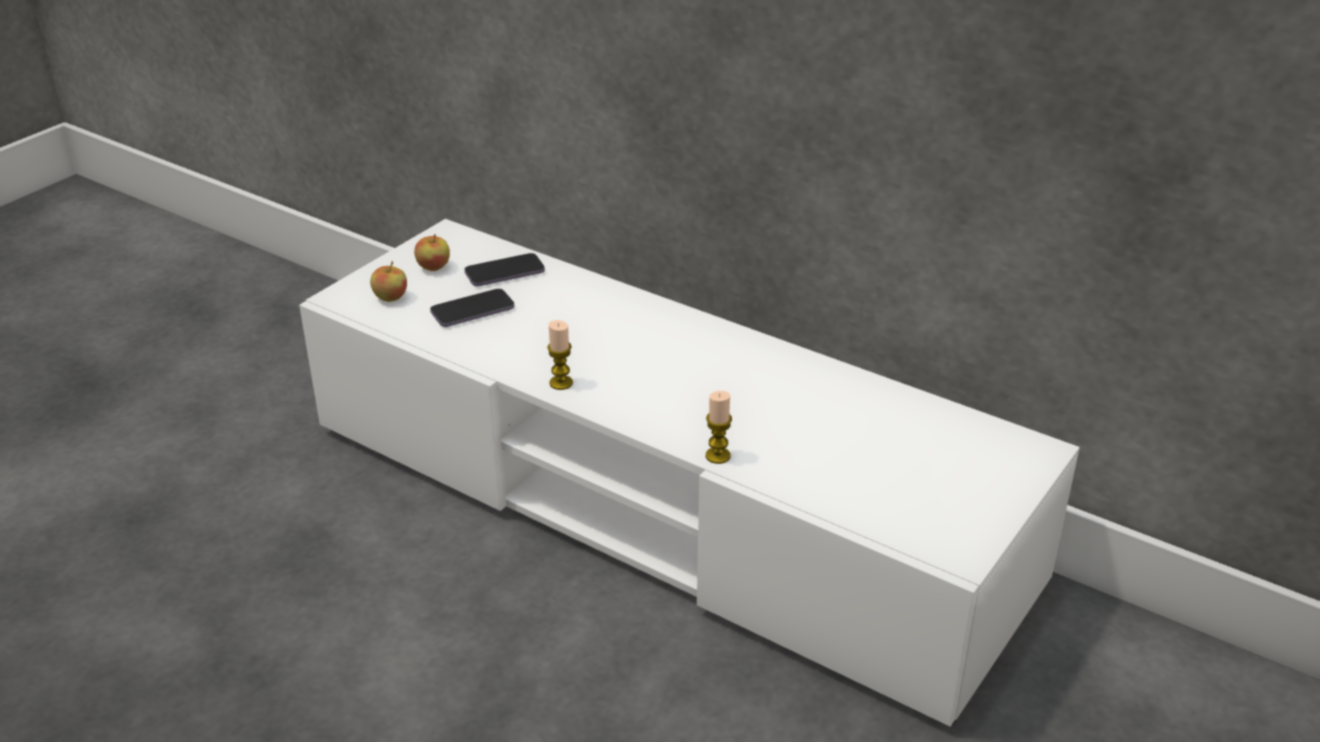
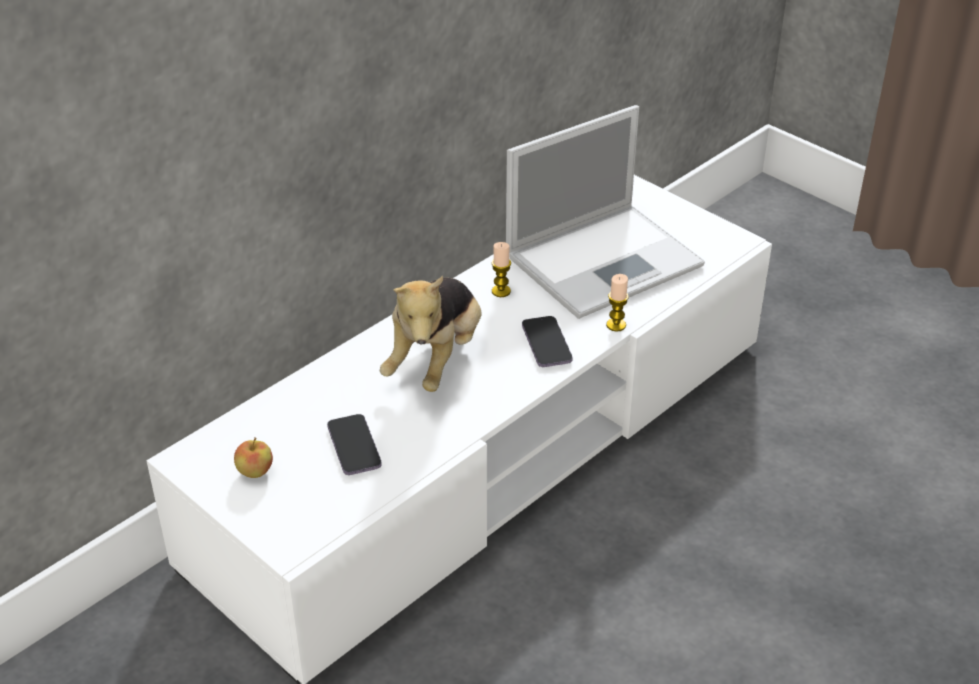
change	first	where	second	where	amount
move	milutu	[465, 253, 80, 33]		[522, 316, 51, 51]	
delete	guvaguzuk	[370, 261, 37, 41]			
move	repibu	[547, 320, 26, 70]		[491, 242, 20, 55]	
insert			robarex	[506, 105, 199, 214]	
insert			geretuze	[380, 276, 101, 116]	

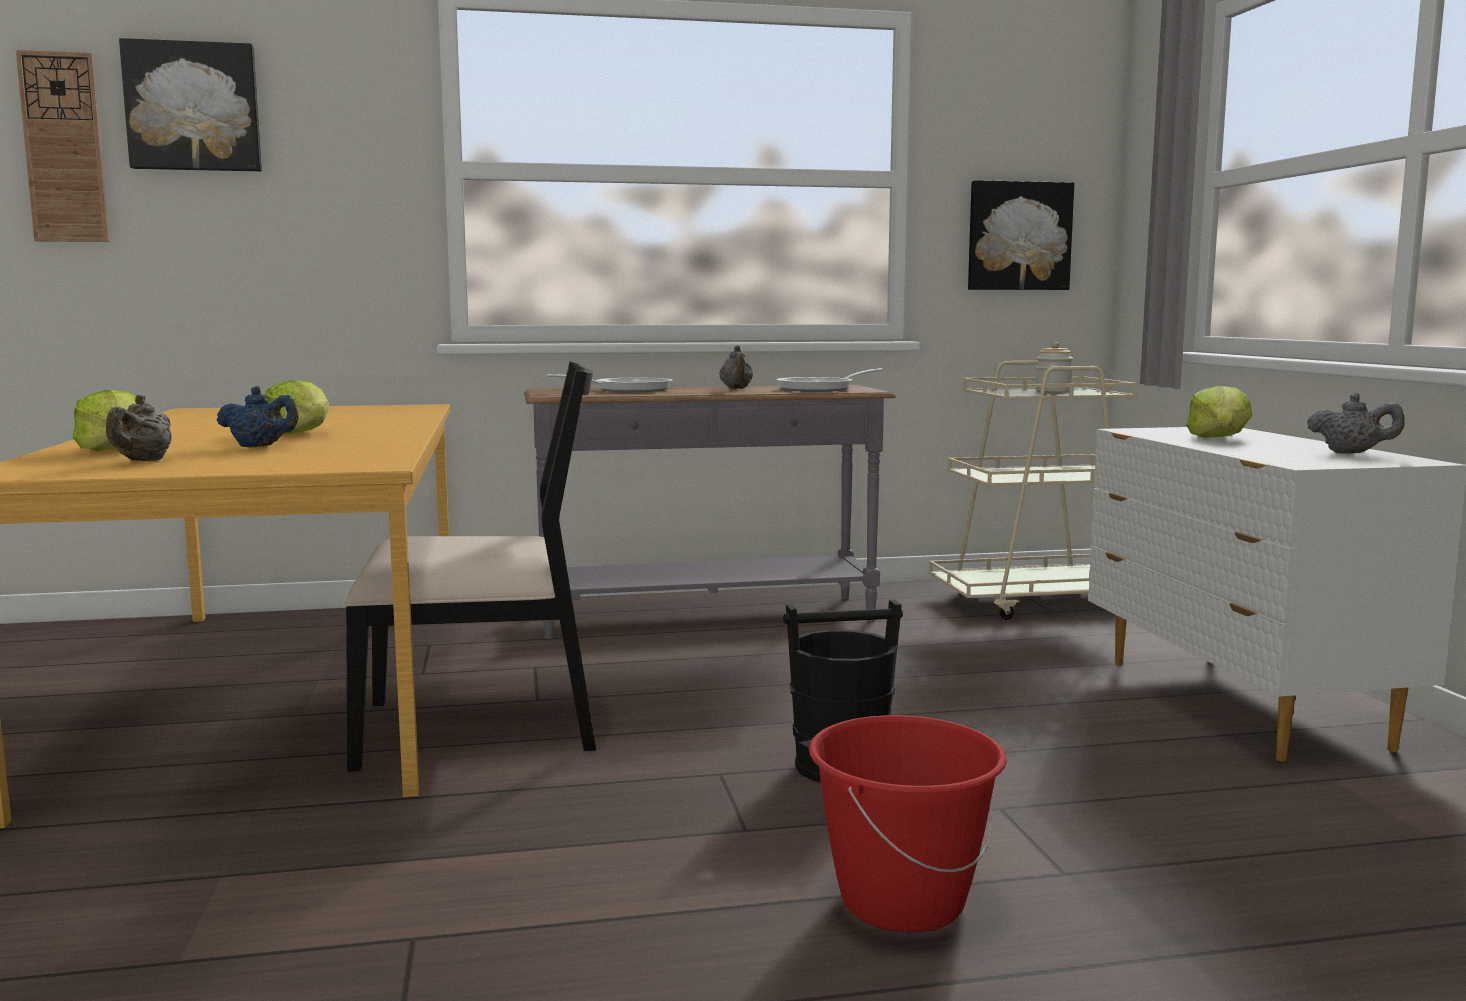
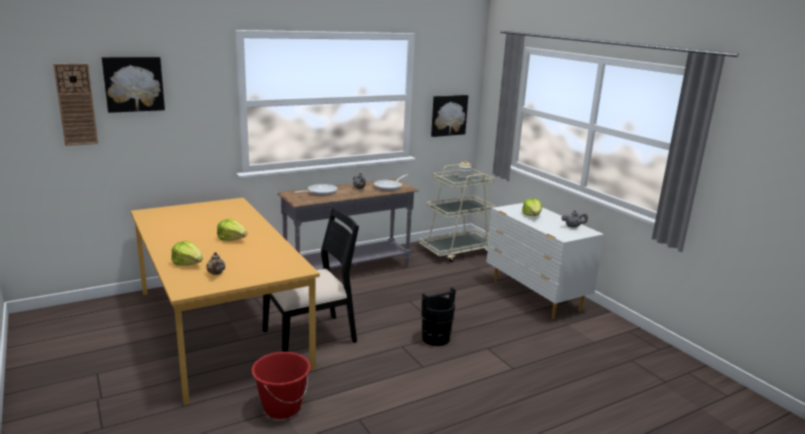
change	first	where	second	where	amount
delete	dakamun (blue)	[217, 386, 82, 61]			
move	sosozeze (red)	[809, 715, 198, 218]		[252, 352, 59, 67]	

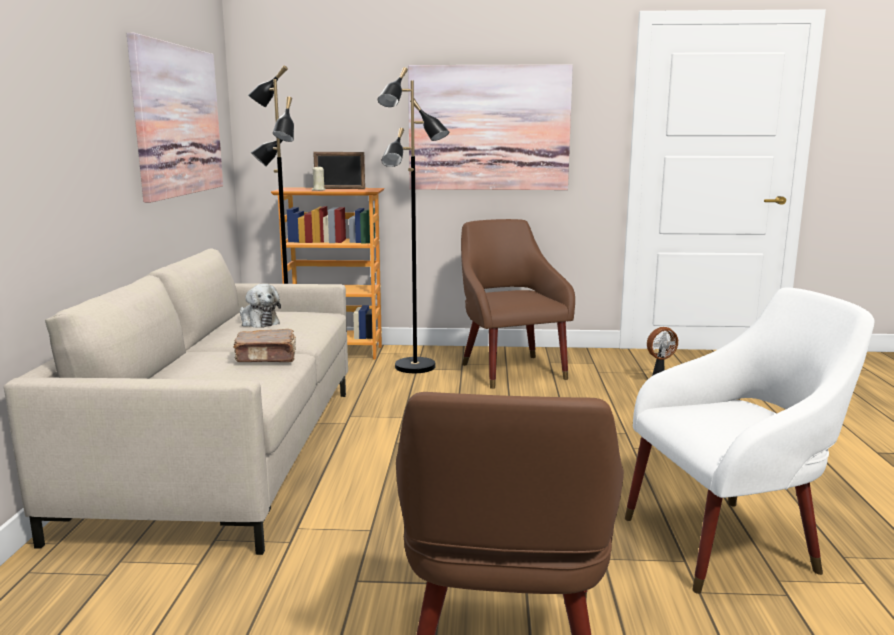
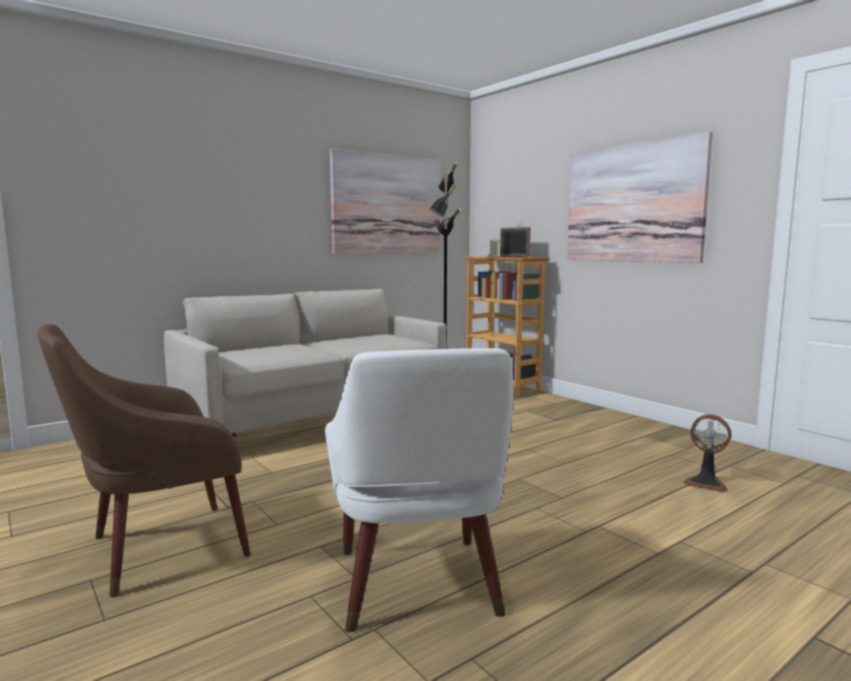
change	first	where	second	where	amount
delete	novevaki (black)	[378, 67, 71, 306]			
delete	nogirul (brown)	[461, 219, 114, 170]			
delete	geretuze	[240, 284, 41, 44]			
rotate	nogirul (white)	[625, 287, 250, 307]		[325, 348, 188, 284]	45 degrees clockwise
delete	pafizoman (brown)	[233, 329, 63, 33]			

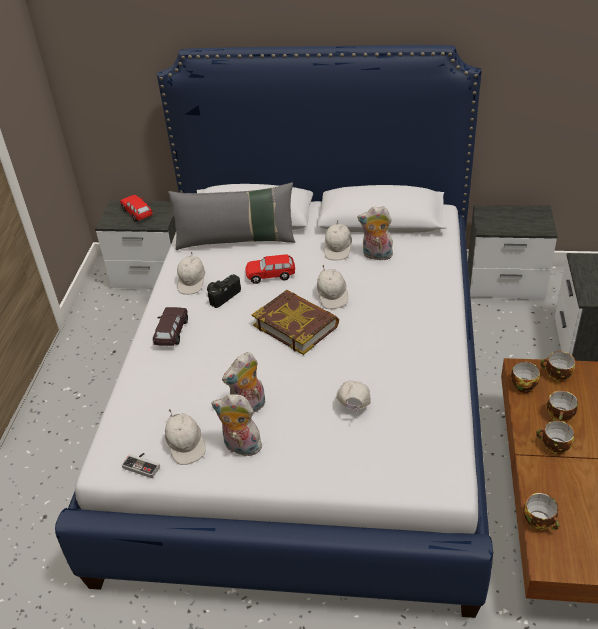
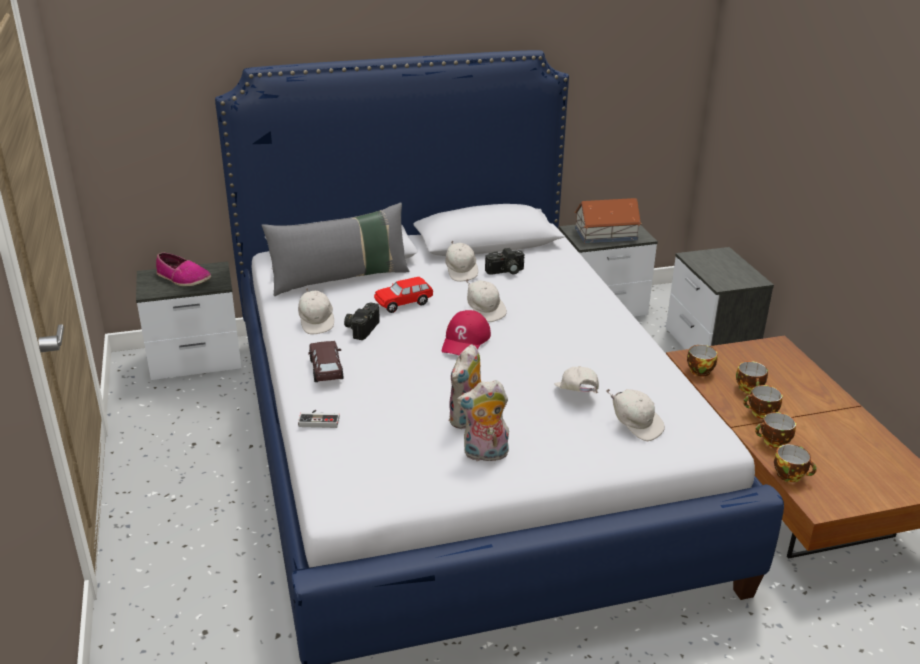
change	first	where	second	where	amount
replace	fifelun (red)	[120, 195, 33, 27]	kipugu	[156, 253, 55, 33]	
replace	geretuze	[357, 206, 36, 54]	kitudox	[485, 248, 39, 27]	
replace	pafizoman	[252, 290, 87, 65]	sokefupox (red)	[442, 310, 49, 45]	
move	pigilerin	[540, 351, 36, 31]		[755, 412, 41, 36]	
move	sokefupox (white)	[165, 409, 41, 56]		[606, 389, 59, 52]	
move	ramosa	[122, 453, 38, 25]		[298, 409, 42, 19]	
insert			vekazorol	[574, 198, 68, 45]	

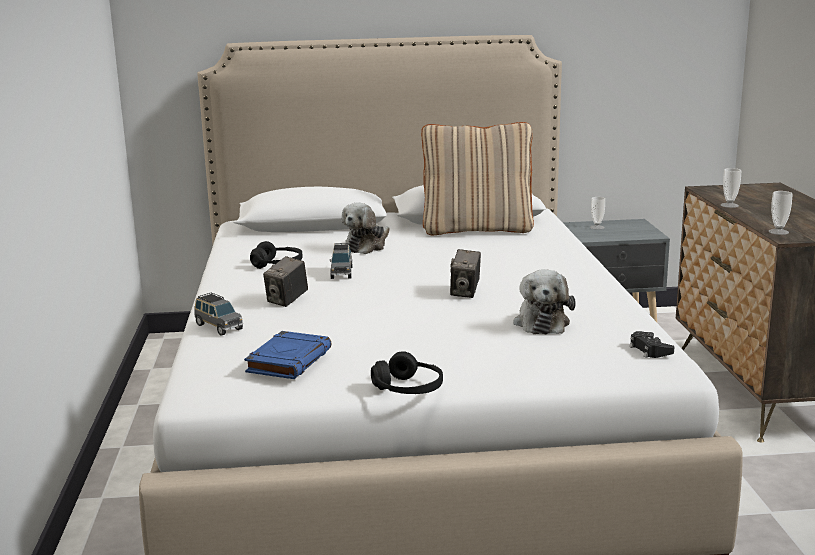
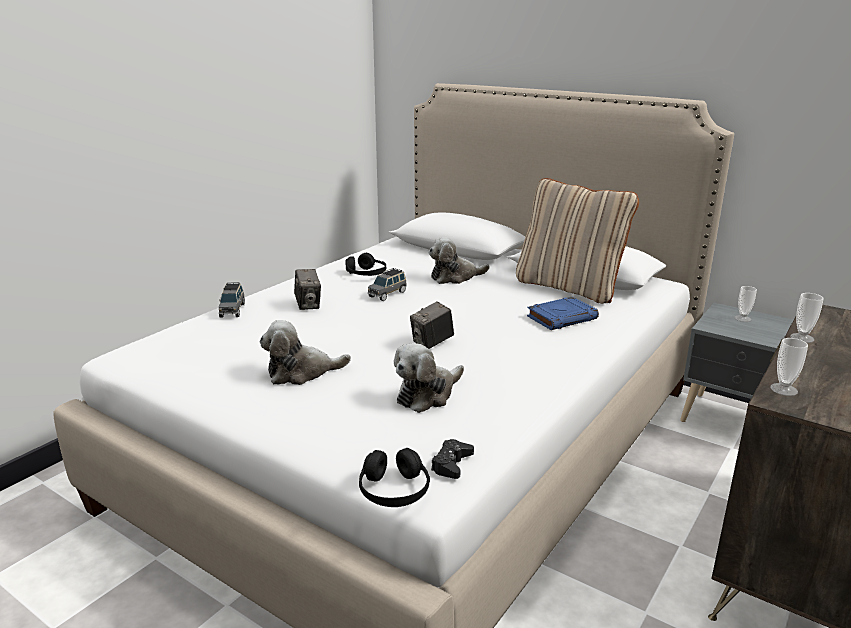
change	first	where	second	where	amount
rotate	kitudox	[263, 256, 45, 51]		[294, 269, 27, 41]	90 degrees counterclockwise
move	pafizoman (blue)	[244, 331, 88, 48]		[527, 297, 72, 33]	
move	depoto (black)	[371, 351, 72, 43]		[359, 448, 71, 59]	
insert			geretuze	[260, 320, 91, 65]	

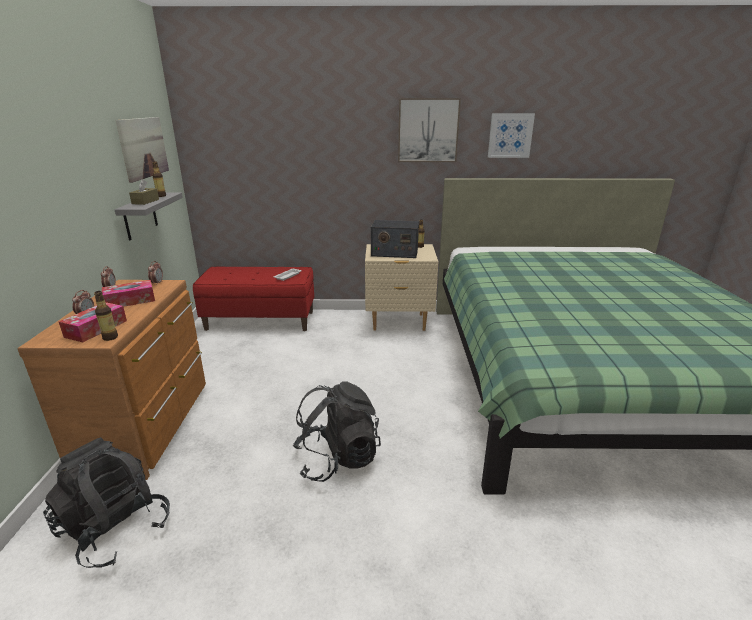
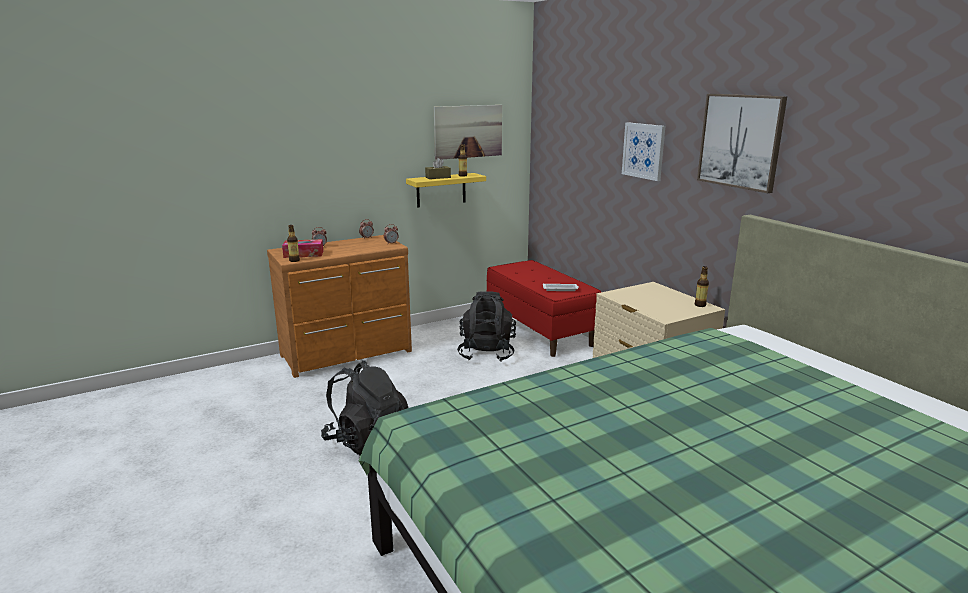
change	first	where	second	where	amount
move	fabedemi	[488, 113, 47, 45]		[622, 122, 43, 59]	
recolor	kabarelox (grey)	[115, 192, 68, 49]	kabarelox (yellow)	[406, 173, 80, 34]	
delete	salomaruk	[371, 220, 48, 38]			
delete	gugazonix	[102, 280, 53, 27]			
move	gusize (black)	[43, 437, 127, 131]		[457, 291, 59, 71]	

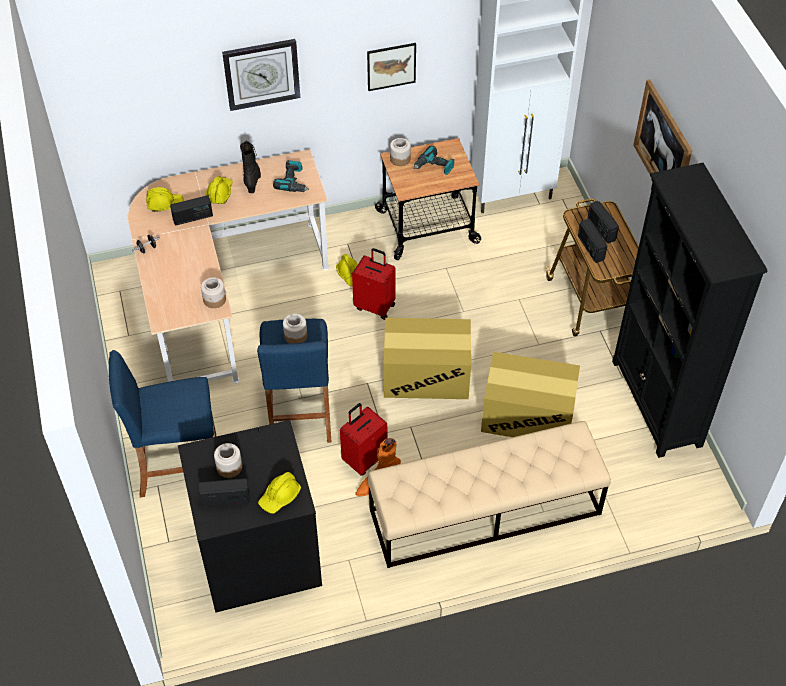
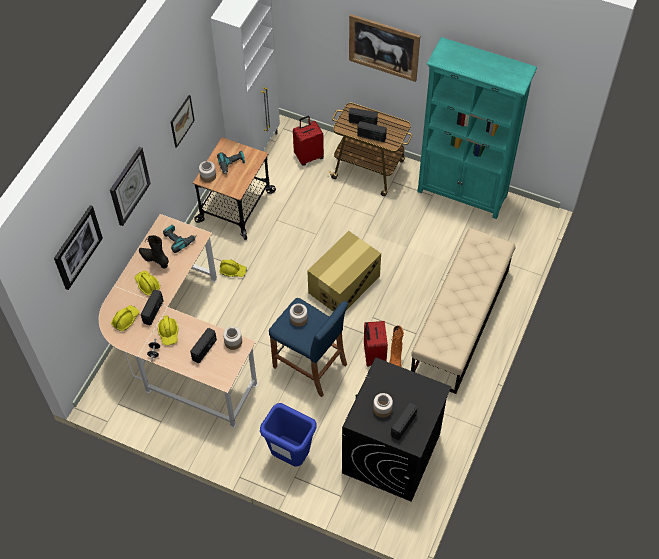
change	first	where	second	where	amount
recolor	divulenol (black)	[612, 163, 155, 295]	divulenol (turquoise)	[417, 37, 120, 182]	
move	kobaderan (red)	[352, 248, 43, 72]		[293, 116, 31, 50]	
replace	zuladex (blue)	[109, 350, 108, 148]	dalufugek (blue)	[260, 403, 57, 64]	
delete	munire	[481, 352, 99, 85]			
move	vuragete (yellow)	[258, 472, 43, 42]		[158, 315, 20, 30]	
insert			fabedemi	[54, 205, 49, 85]	
insert			salomaruk	[190, 328, 27, 35]	

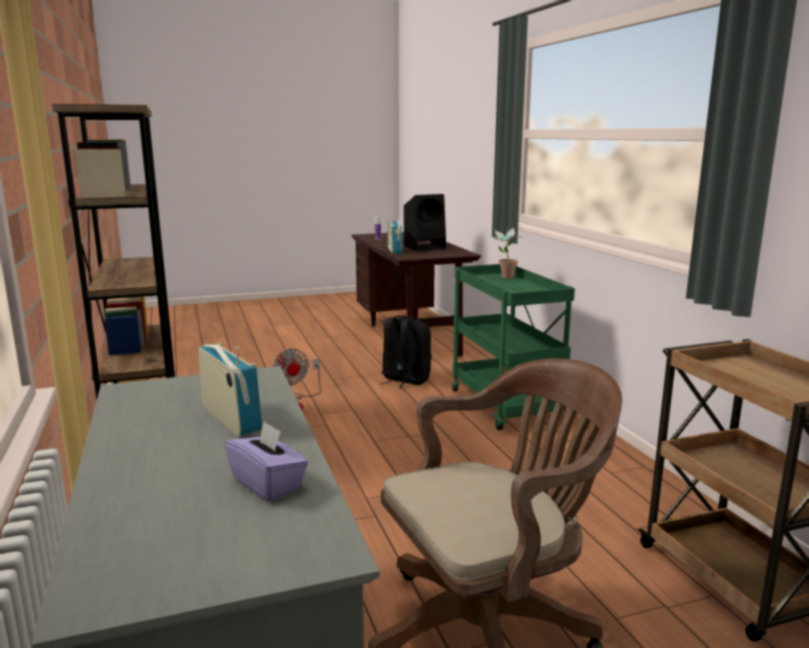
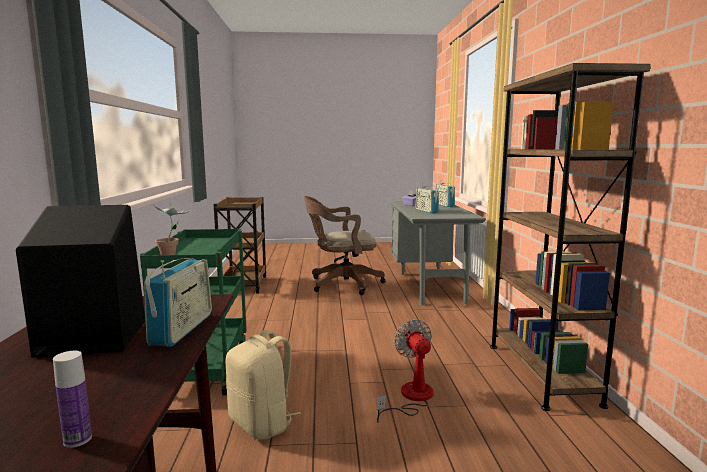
change	first	where	second	where	amount
recolor	gusize (black)	[381, 315, 51, 74]	gusize (beige)	[225, 330, 76, 110]	
insert			salomaruk	[435, 183, 20, 24]	

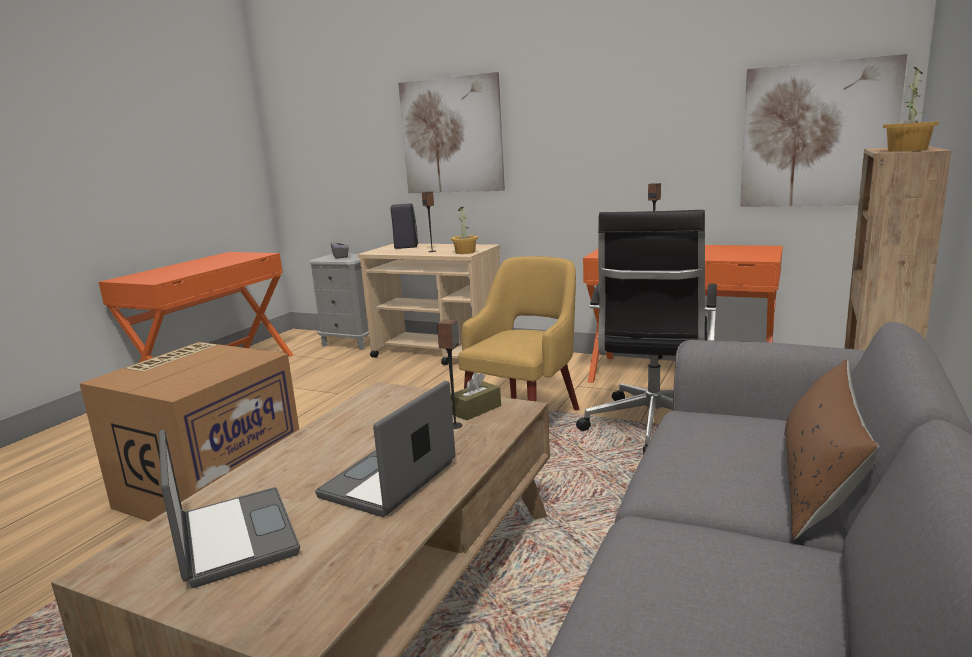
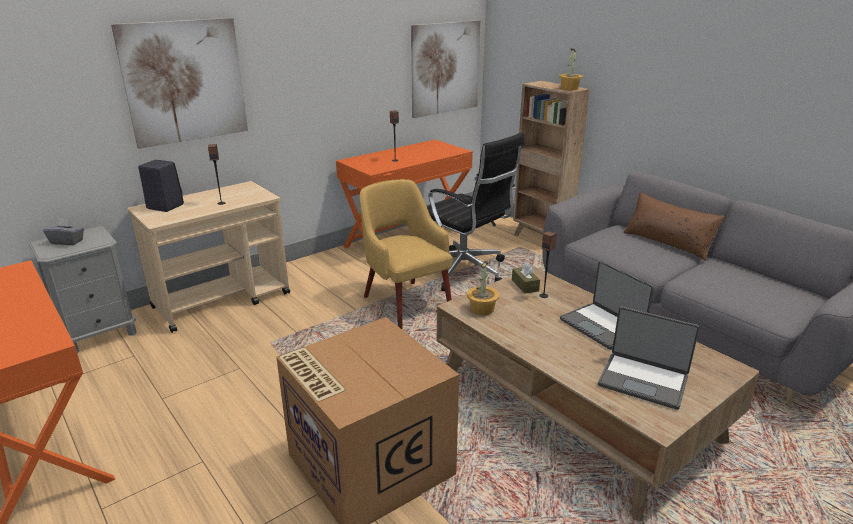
change	first	where	second	where	amount
move	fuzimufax	[451, 207, 27, 47]		[467, 261, 32, 54]	
rotate	robarex	[159, 430, 141, 158]		[598, 306, 102, 104]	150 degrees counterclockwise

